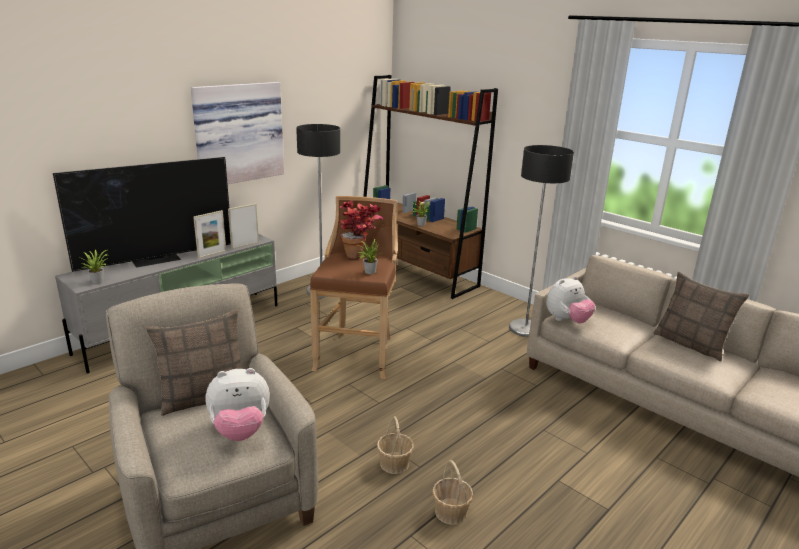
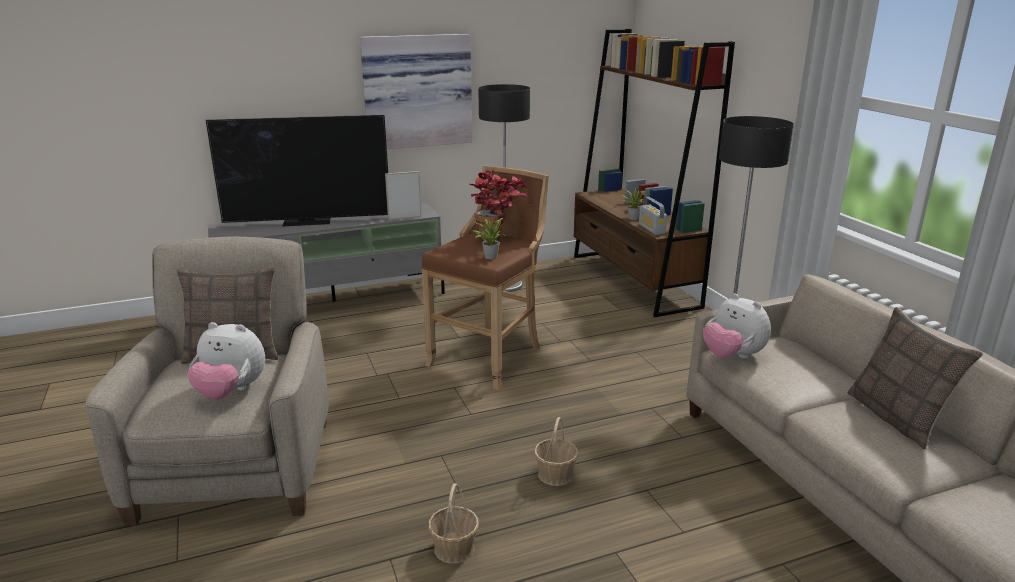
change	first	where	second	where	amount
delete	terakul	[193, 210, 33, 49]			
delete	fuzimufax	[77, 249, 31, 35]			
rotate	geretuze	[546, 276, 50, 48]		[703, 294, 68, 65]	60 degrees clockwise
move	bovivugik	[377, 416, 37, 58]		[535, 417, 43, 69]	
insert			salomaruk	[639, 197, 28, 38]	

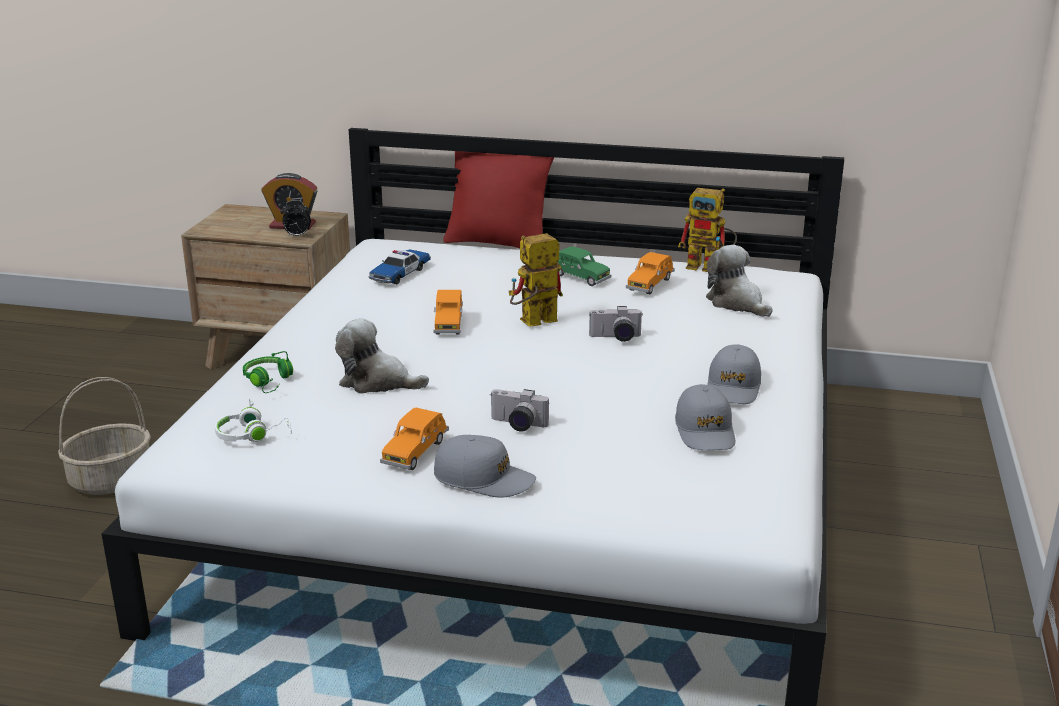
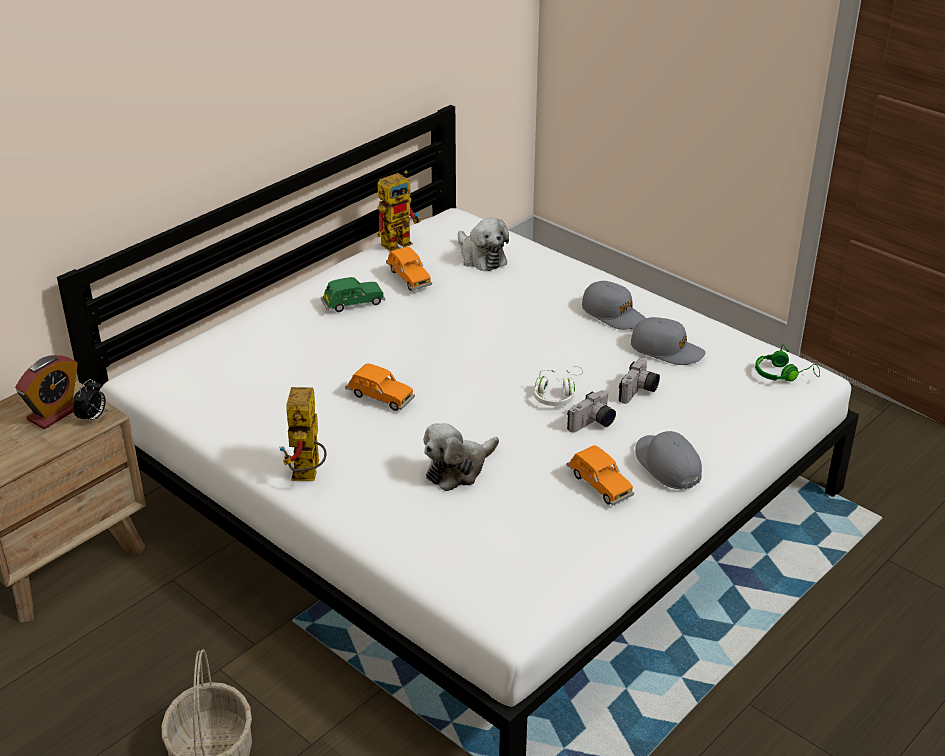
change	first	where	second	where	amount
delete	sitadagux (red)	[443, 151, 111, 97]			
move	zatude	[509, 233, 54, 94]		[280, 387, 47, 94]	
rotate	geretuze	[706, 245, 67, 72]		[458, 218, 51, 53]	120 degrees counterclockwise
delete	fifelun	[368, 249, 63, 35]			
move	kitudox	[589, 306, 53, 36]		[619, 358, 41, 46]	
move	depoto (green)	[243, 351, 50, 42]		[755, 344, 65, 38]	
move	depoto (white)	[215, 398, 77, 44]		[534, 366, 49, 40]	
rotate	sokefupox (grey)	[434, 435, 102, 63]		[635, 431, 67, 58]	75 degrees counterclockwise

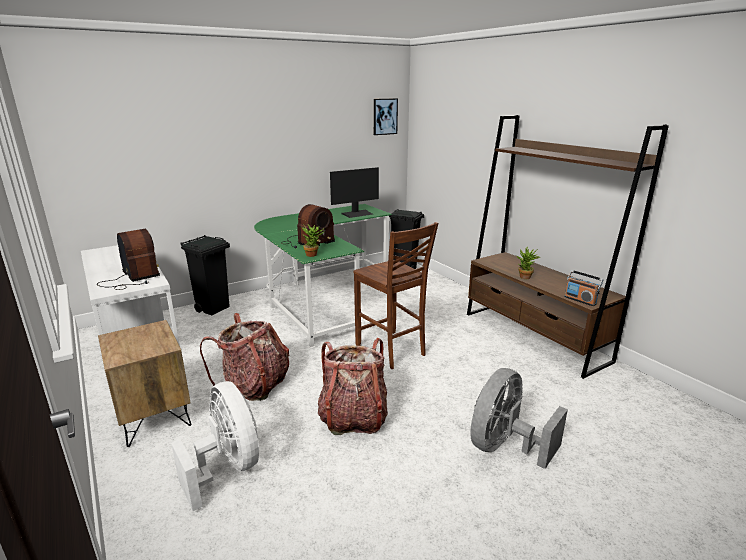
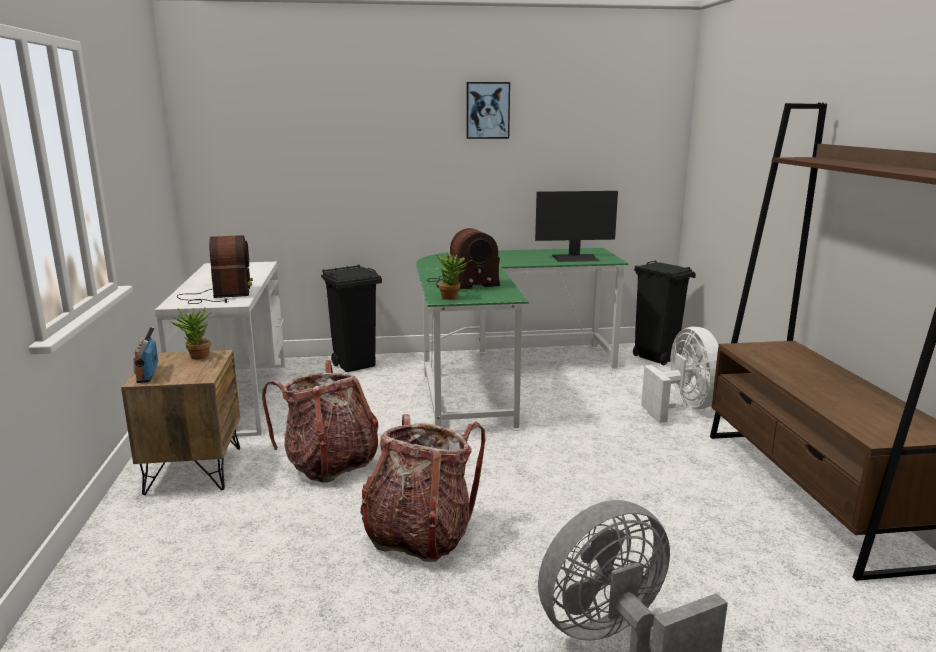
change	first	where	second	where	amount
move	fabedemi	[374, 98, 24, 37]		[467, 82, 43, 57]	
delete	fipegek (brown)	[353, 222, 85, 147]			
move	fuzimufax	[517, 247, 24, 32]		[171, 307, 41, 52]	
move	salomaruk	[564, 270, 39, 36]		[133, 326, 25, 57]	
move	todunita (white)	[171, 381, 88, 130]		[641, 327, 77, 96]	

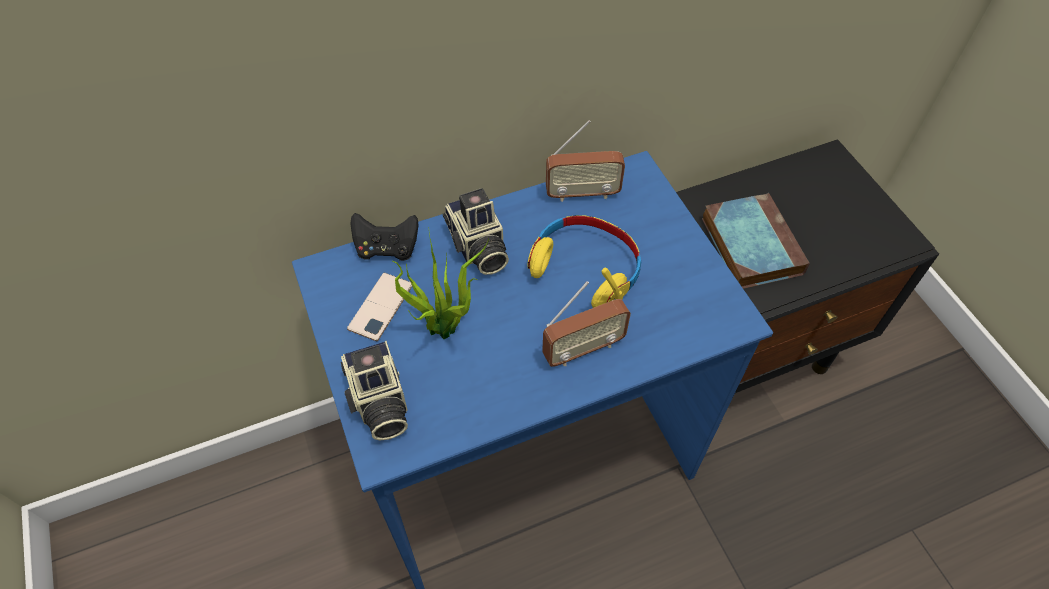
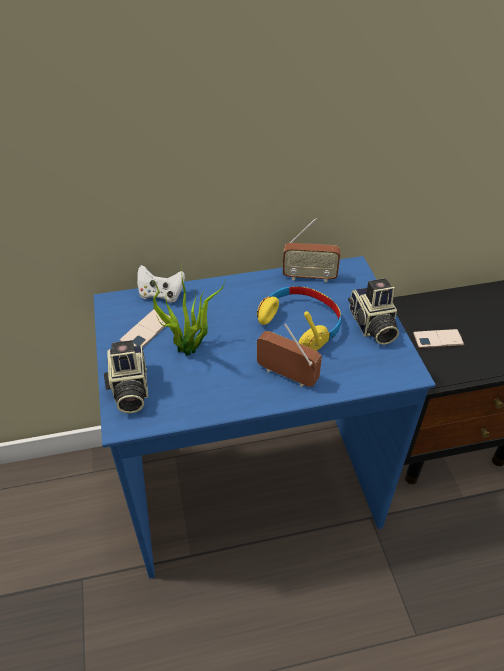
change	first	where	second	where	amount
move	kitudox	[443, 188, 66, 87]		[348, 278, 51, 67]	
replace	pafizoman	[702, 193, 108, 96]	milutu	[413, 329, 51, 19]	
recolor	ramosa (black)	[351, 213, 68, 48]	ramosa (white)	[137, 265, 48, 38]	
rotate	salomaruk	[542, 281, 89, 86]		[257, 324, 65, 63]	135 degrees counterclockwise

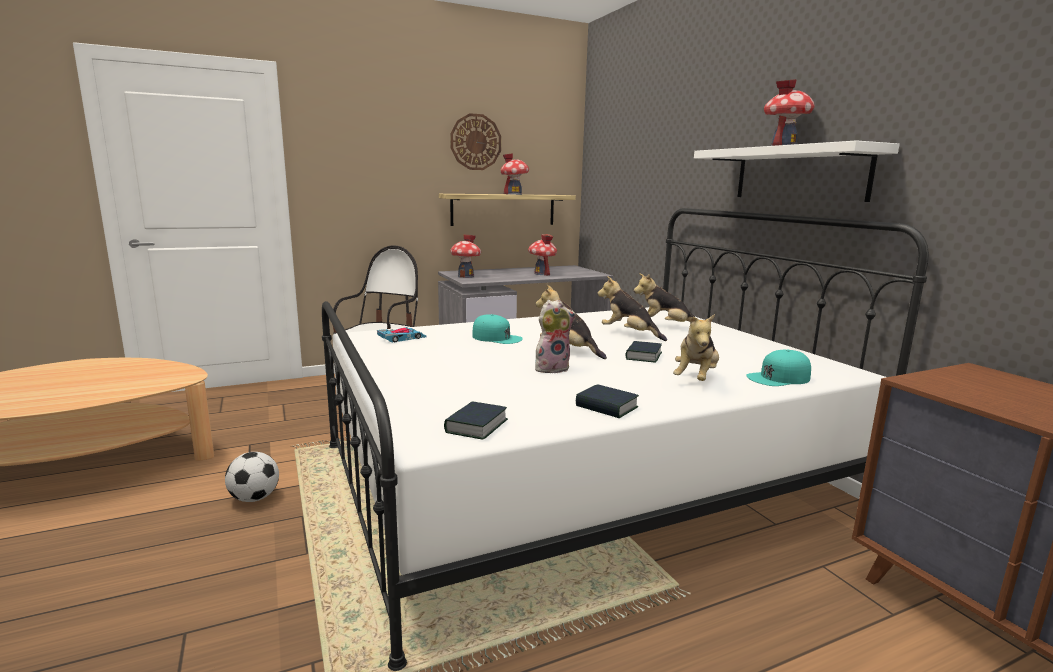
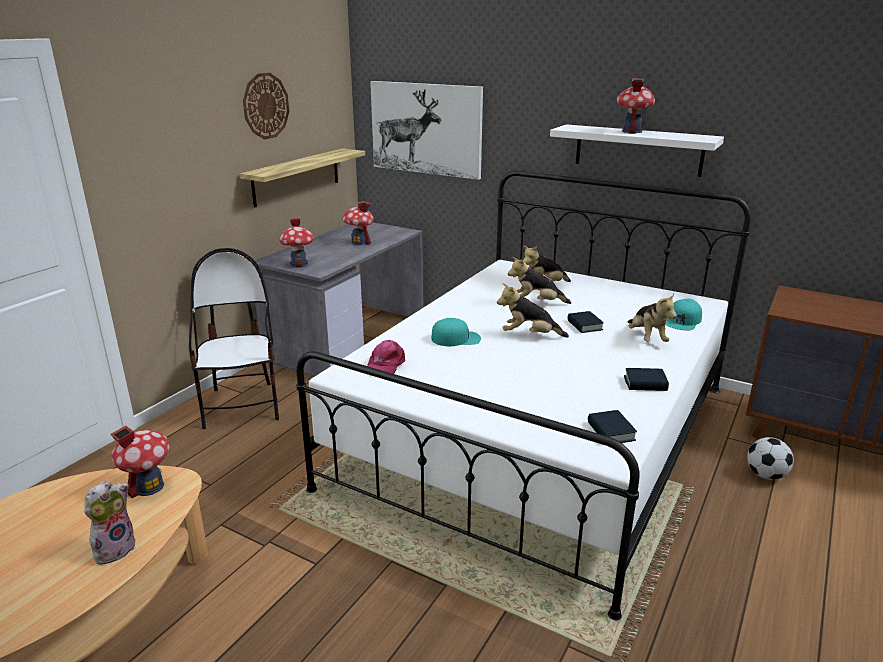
change	first	where	second	where	amount
move	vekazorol	[500, 153, 29, 42]		[110, 426, 60, 72]	
move	geretuze	[535, 300, 41, 74]		[84, 481, 52, 84]	
replace	fifelun	[377, 327, 49, 15]	sokefupox (pink)	[367, 340, 38, 34]	
move	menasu	[225, 452, 54, 50]		[747, 437, 47, 43]	
insert			fabedemi	[370, 81, 113, 99]	

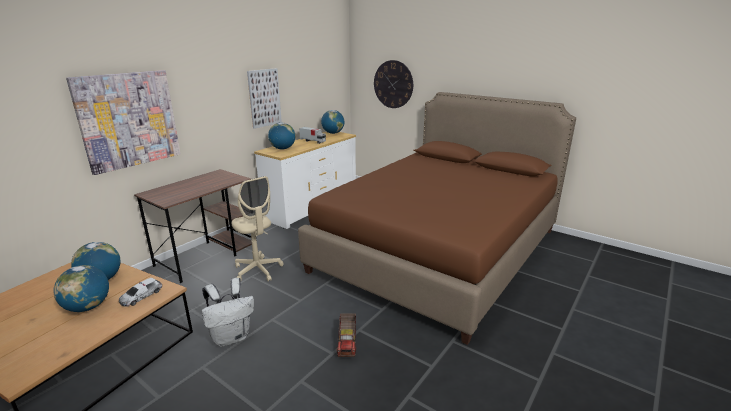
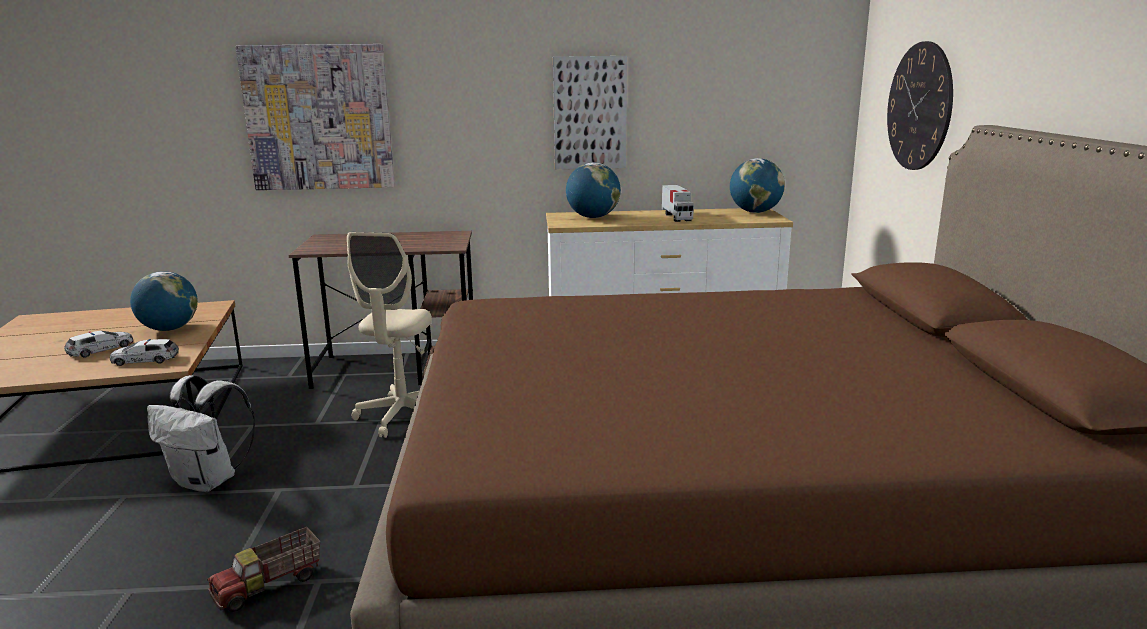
change	first	where	second	where	amount
replace	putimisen	[53, 265, 56, 47]	fifelun	[64, 331, 69, 27]	

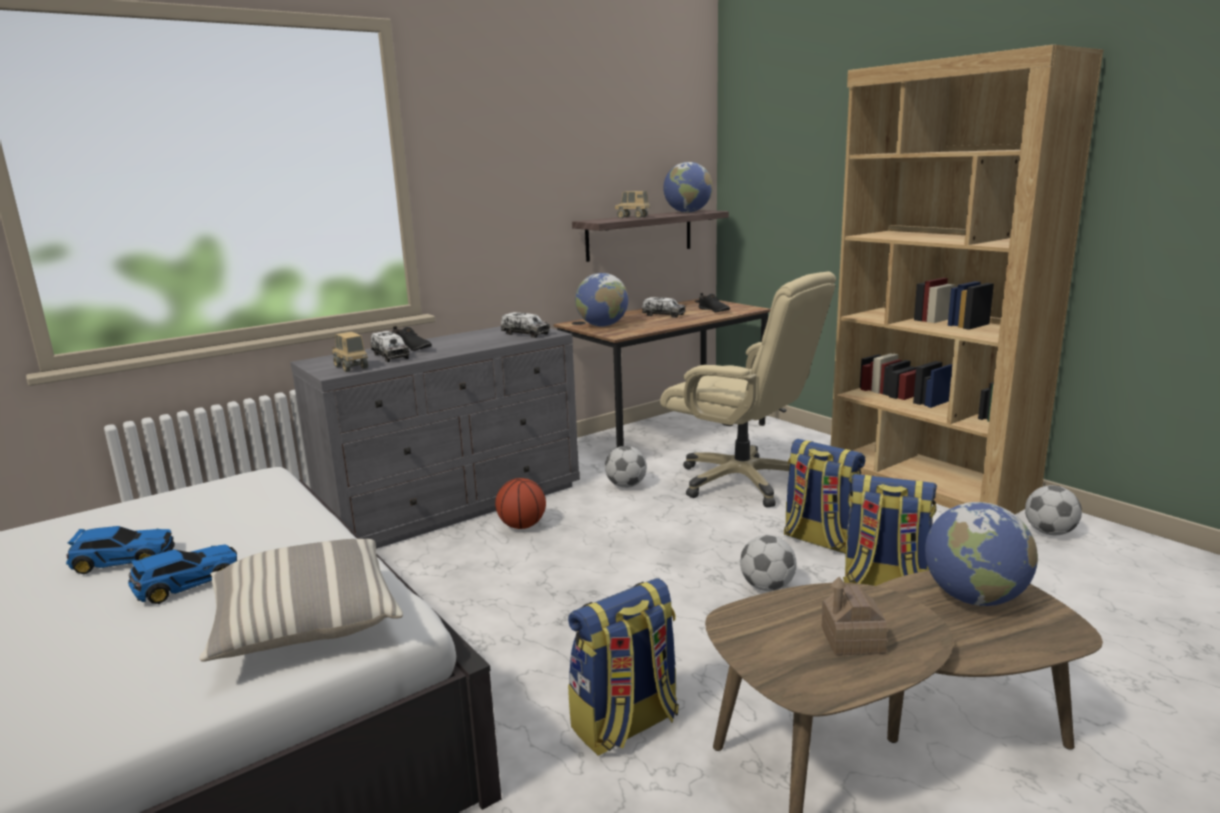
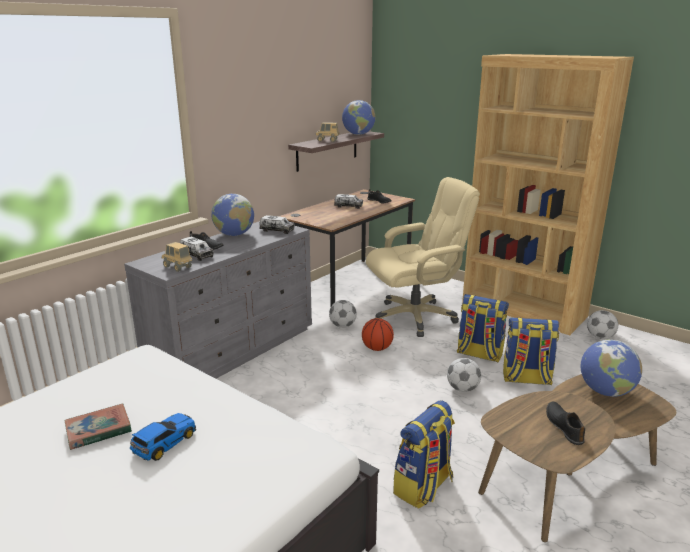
change	first	where	second	where	amount
rotate	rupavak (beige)	[660, 272, 176, 235]		[366, 177, 114, 160]	45 degrees counterclockwise
move	putimisen	[575, 273, 53, 54]		[211, 194, 43, 42]	
move	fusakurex	[495, 478, 51, 51]		[362, 318, 32, 33]	
replace	fifelun	[66, 526, 109, 48]	pafizoman	[64, 403, 68, 47]	
delete	sitadagux	[199, 539, 204, 122]			
replace	vekazorol	[822, 577, 65, 78]	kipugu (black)	[546, 401, 39, 44]	

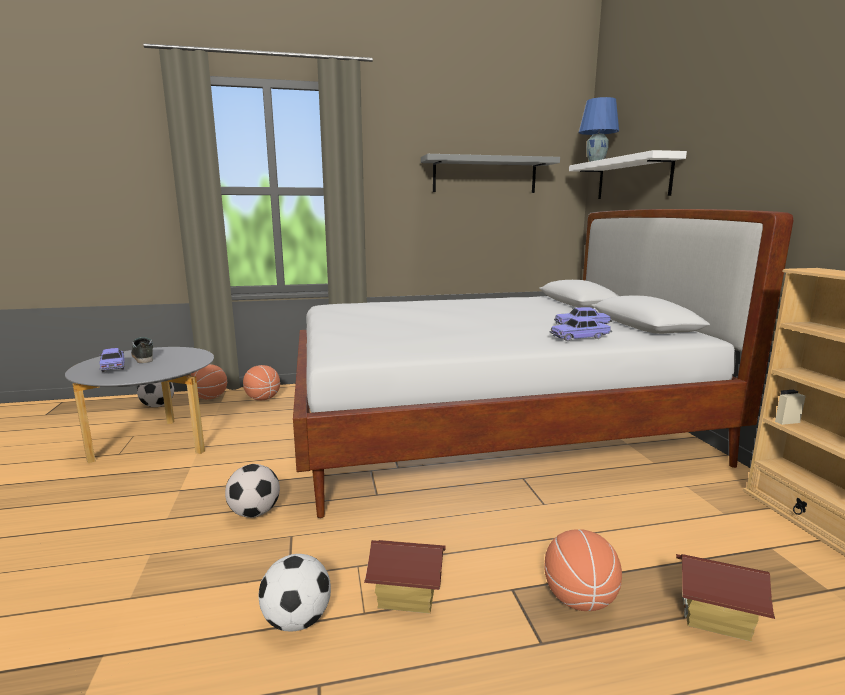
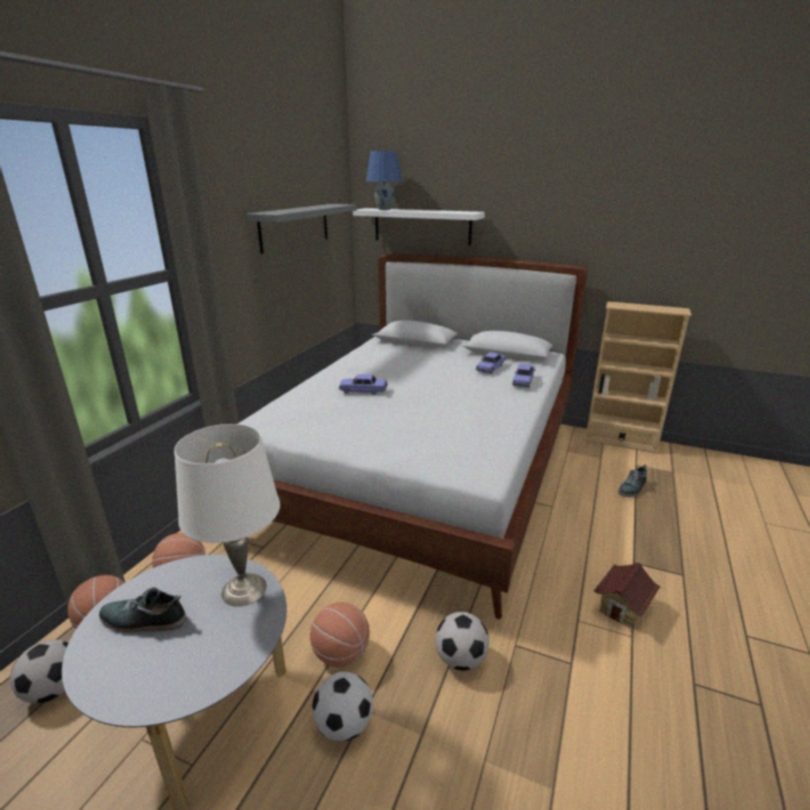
change	first	where	second	where	amount
move	fifelun	[99, 348, 26, 24]		[339, 374, 49, 21]	
move	fusakurex	[544, 529, 78, 82]		[310, 602, 60, 65]	
move	menasu	[258, 554, 73, 77]		[312, 672, 61, 69]	
delete	vekazorol	[676, 554, 99, 88]			
insert			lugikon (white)	[174, 424, 106, 183]	
insert			kipugu	[618, 465, 29, 32]	

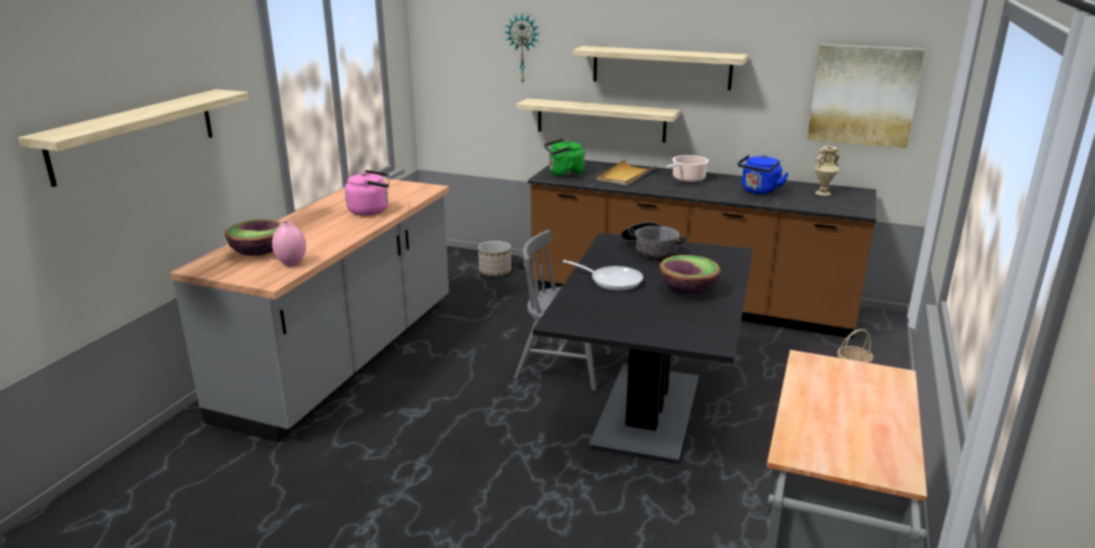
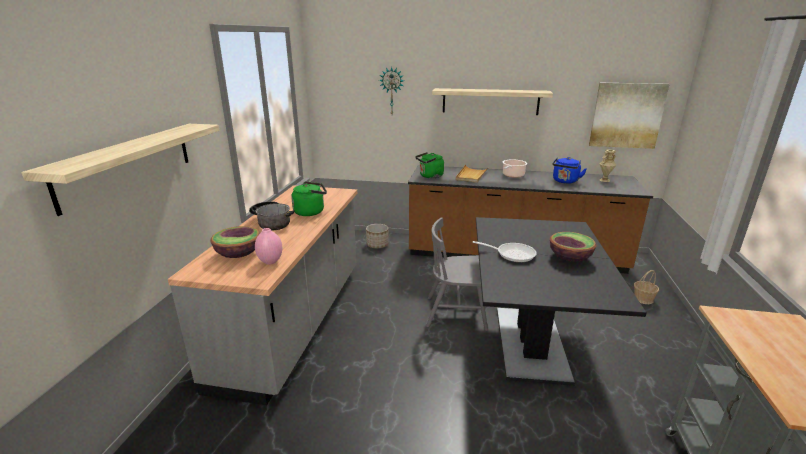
change	first	where	second	where	amount
delete	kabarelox	[516, 98, 164, 45]			
recolor	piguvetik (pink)	[345, 170, 44, 46]	piguvetik (green)	[291, 182, 36, 34]	
move	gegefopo	[621, 222, 67, 39]		[249, 201, 46, 30]	

